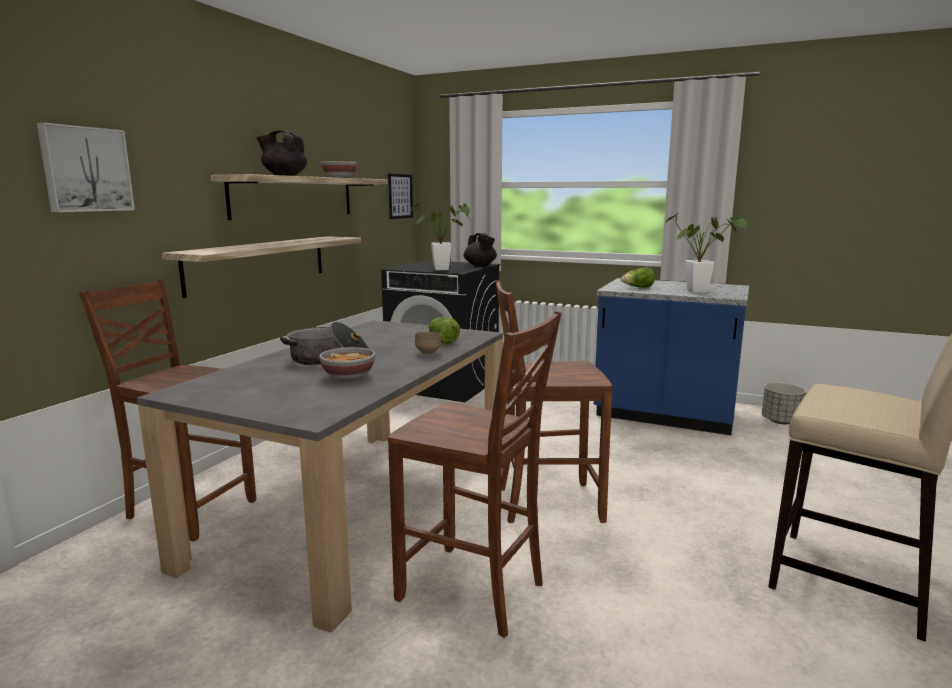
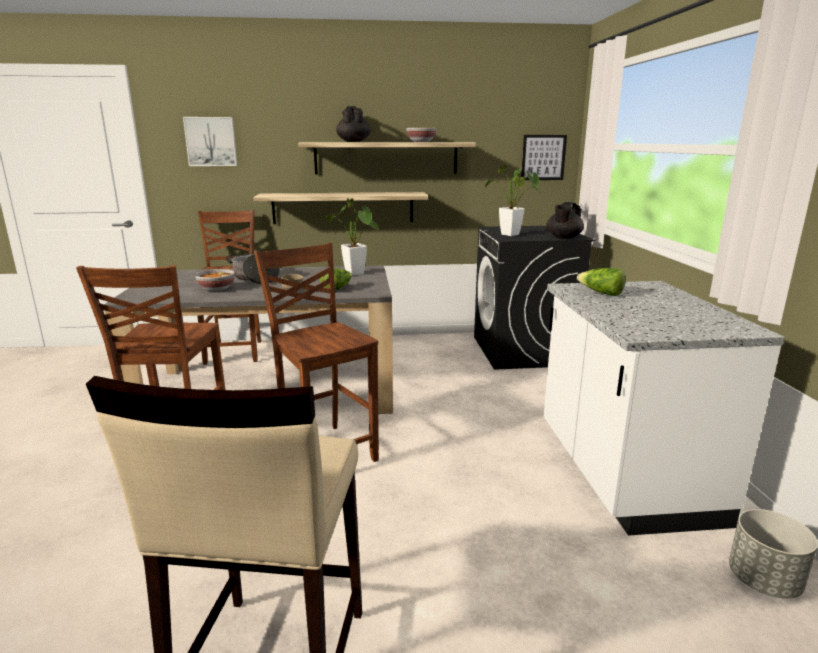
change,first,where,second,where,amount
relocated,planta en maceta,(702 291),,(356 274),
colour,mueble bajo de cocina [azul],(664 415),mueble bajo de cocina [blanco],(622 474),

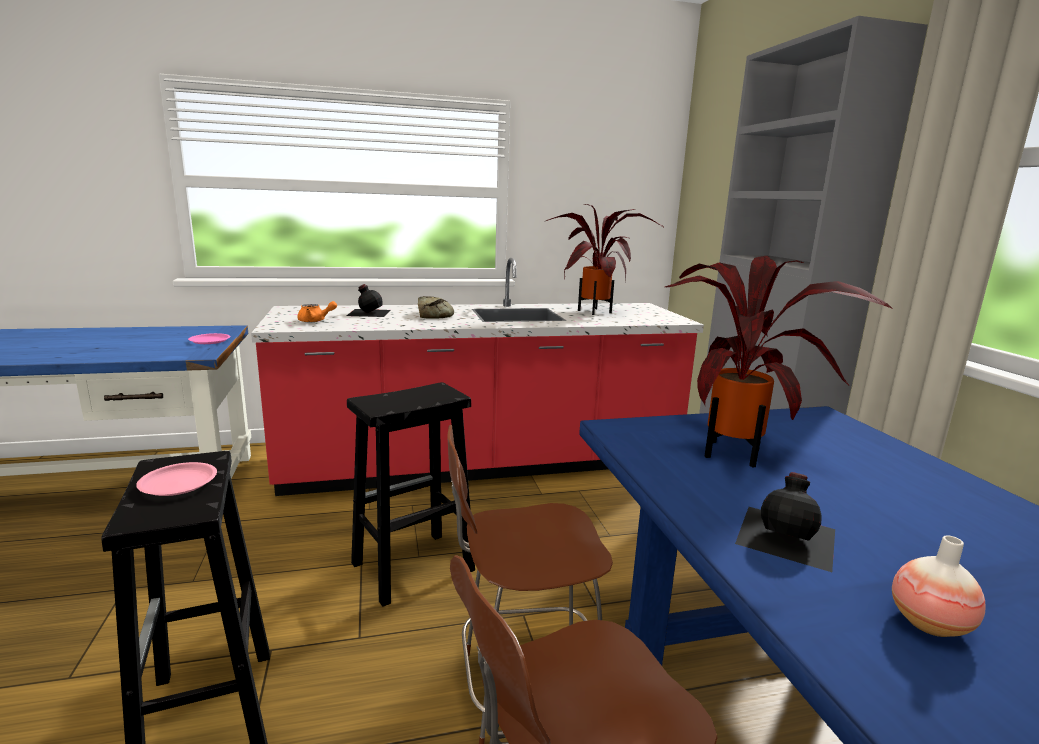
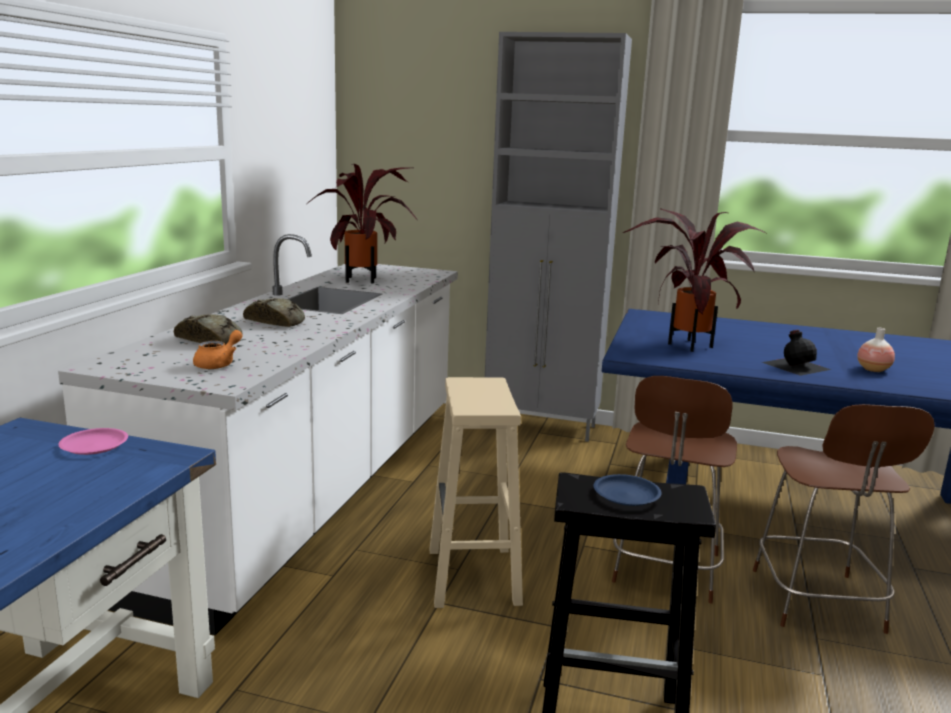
change,first,where,second,where,amount
exchanged,botella [negro],(368 312),pan,(210 339),
colour,plato [rosa],(178 483),plato [azul],(626 494),
colour,mueble bajo de cocina [rojo],(483 463),mueble bajo de cocina [blanco],(315 489),
colour,taburete [negro],(411 568),taburete [beis],(474 577),

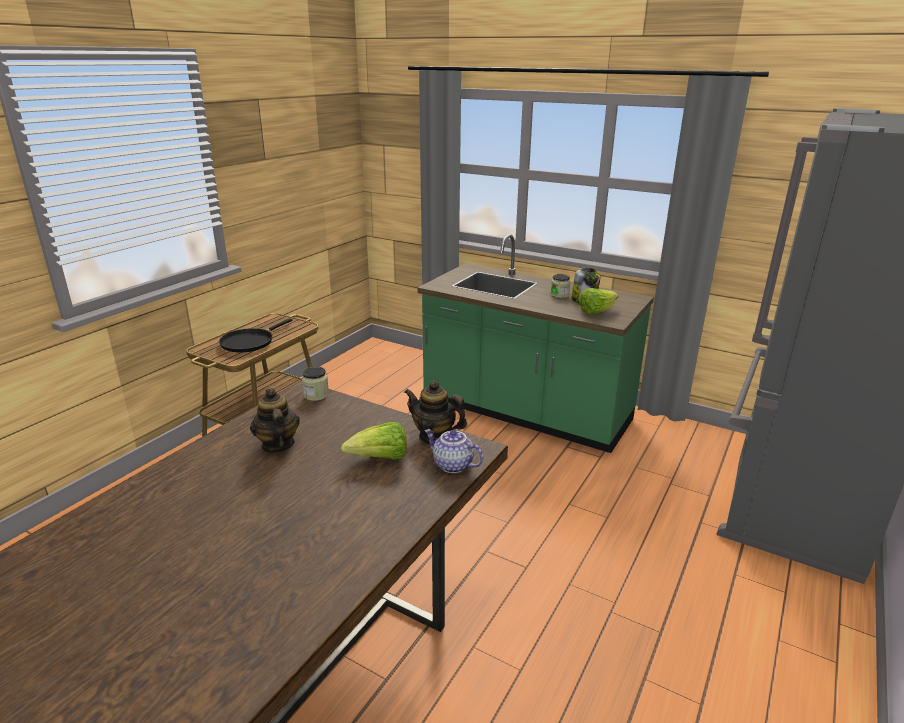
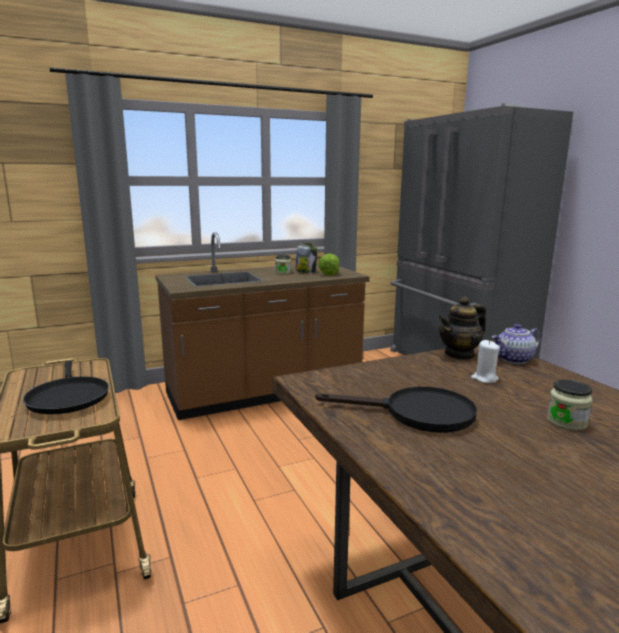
change,first,where,second,where,amount
relocated,tarro,(316 395),,(566 422),
exchanged,tetera,(277 445),sartén [negro],(416 413),
exchanged,lechuga,(380 459),vela [blanco],(484 378),
colour,mueble bajo de cocina [verde],(525 412),mueble bajo de cocina [marrón],(264 392),

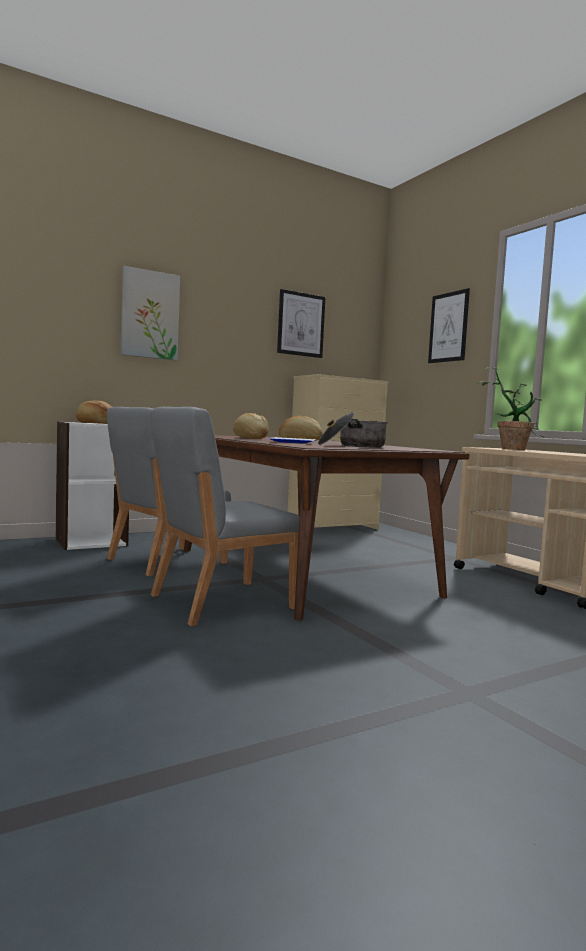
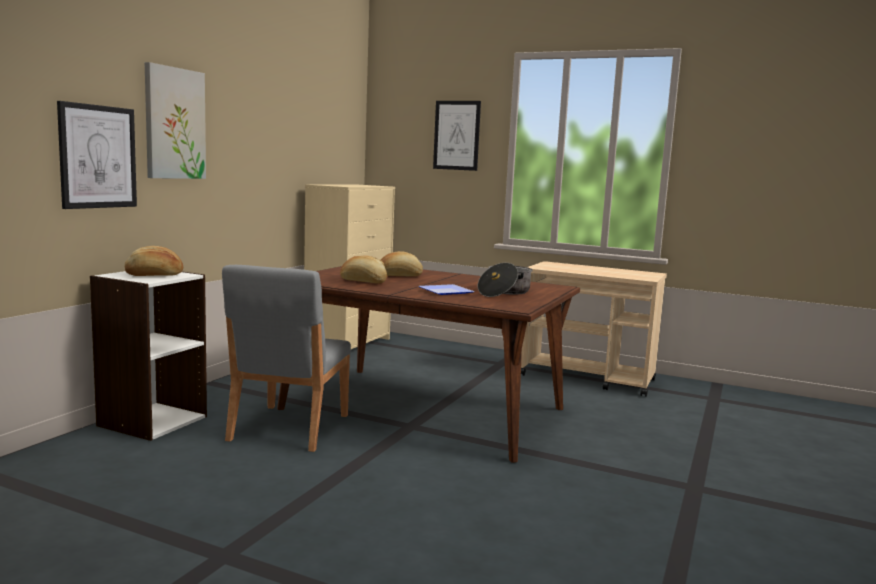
change,first,where,second,where,amount
missing,silla [gris],(220 602),,,
missing,planta en maceta,(511 449),,,
relocated,cuadro,(301 324),,(98 157),

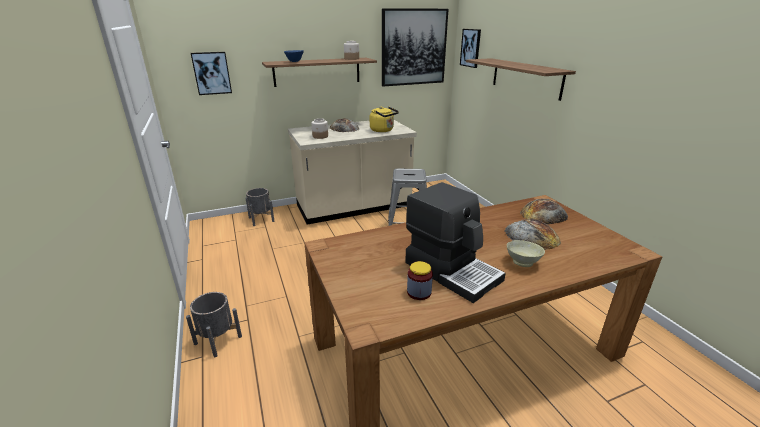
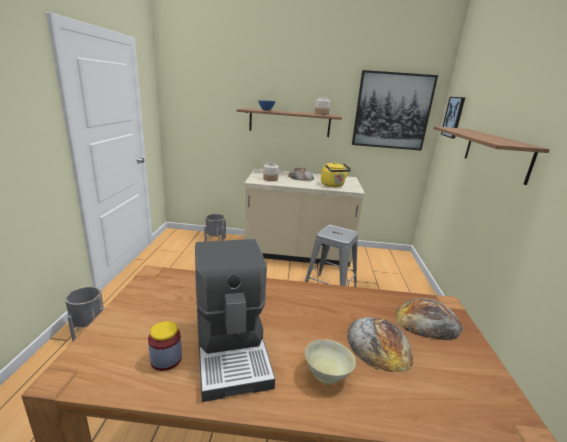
change,first,where,second,where,amount
missing,cuadro,(211 73),,,

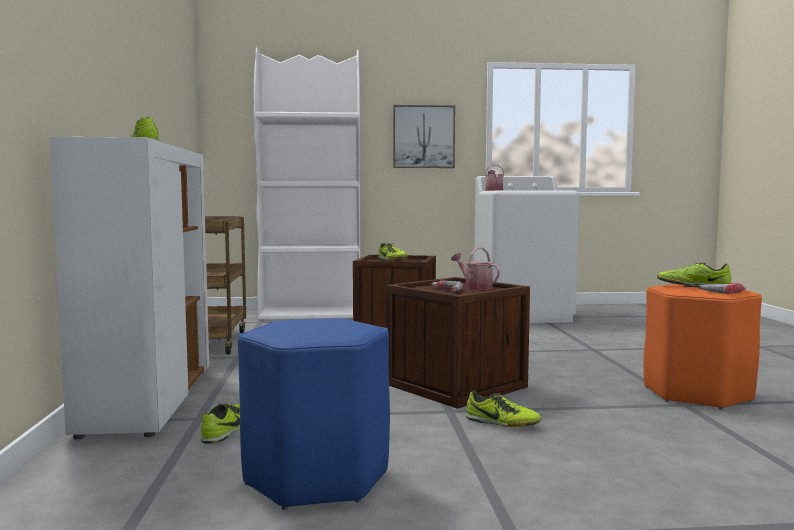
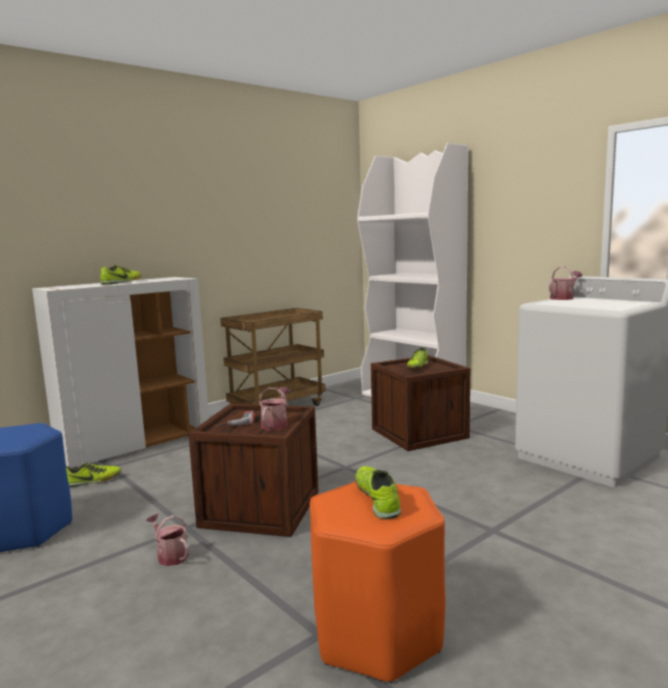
change,first,where,second,where,amount
missing,cuadro,(423 137),,,
missing,taladro,(715 291),,,
exchanged,zapato,(502 423),regadera,(170 555),

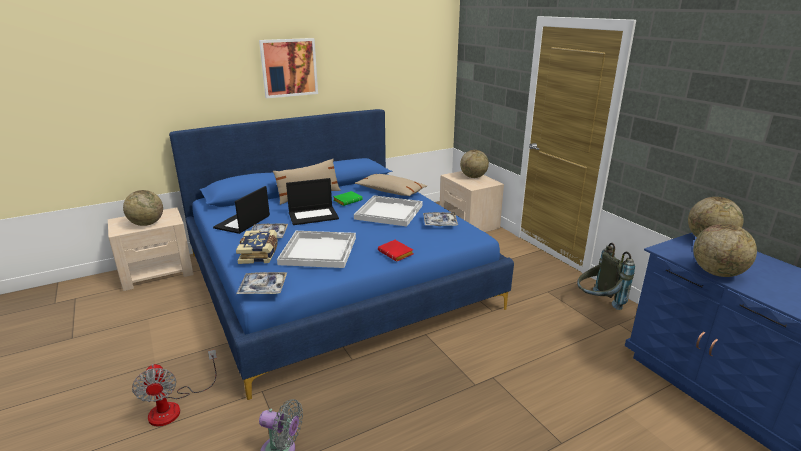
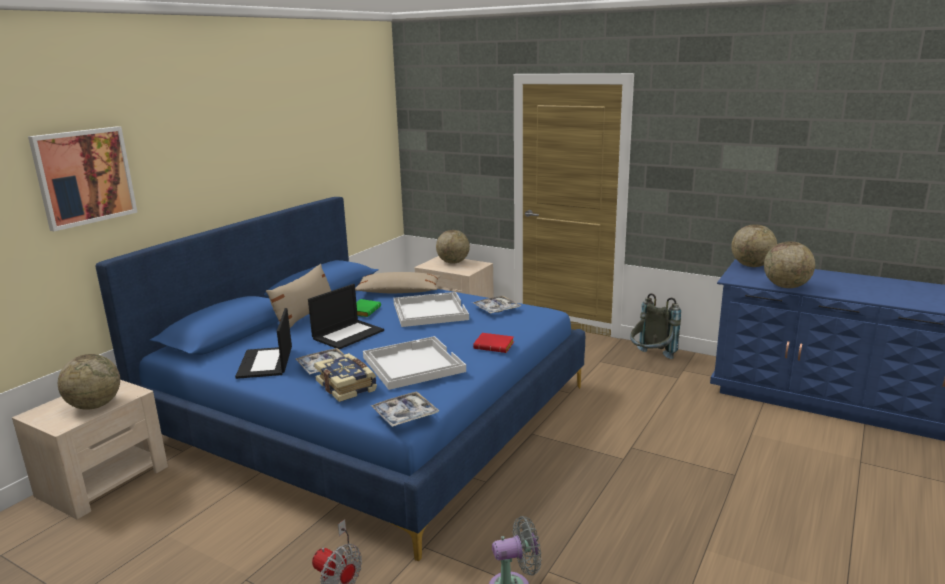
change,first,where,second,where,amount
relocated,cuadro,(289 67),,(84 176),

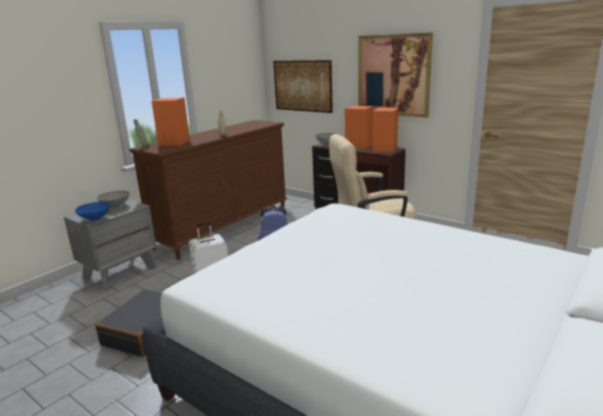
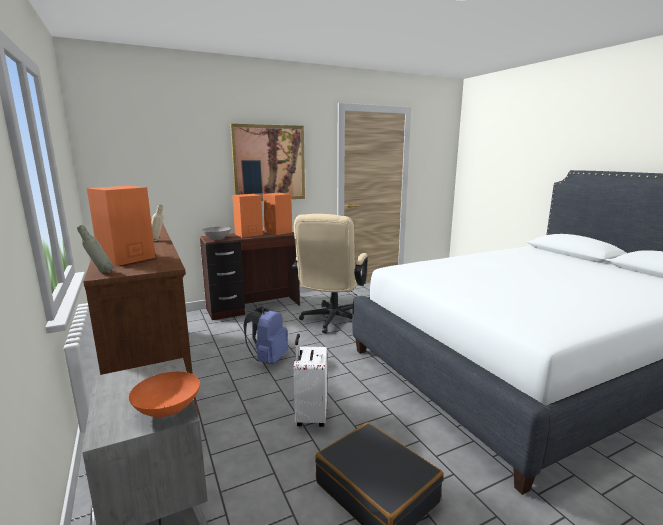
change,first,where,second,where,amount
missing,cuenco [gris],(115 206),,,
missing,cuadro,(302 86),,,
colour,cuenco [azul],(95 219),cuenco [naranja],(168 410),

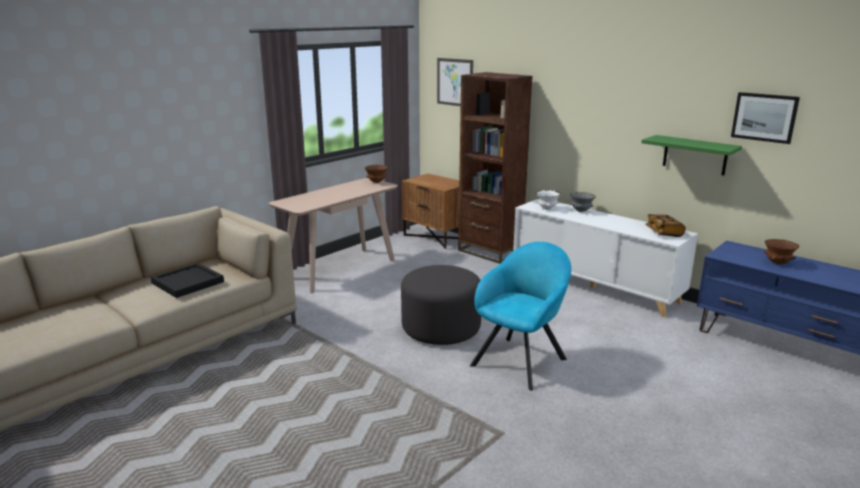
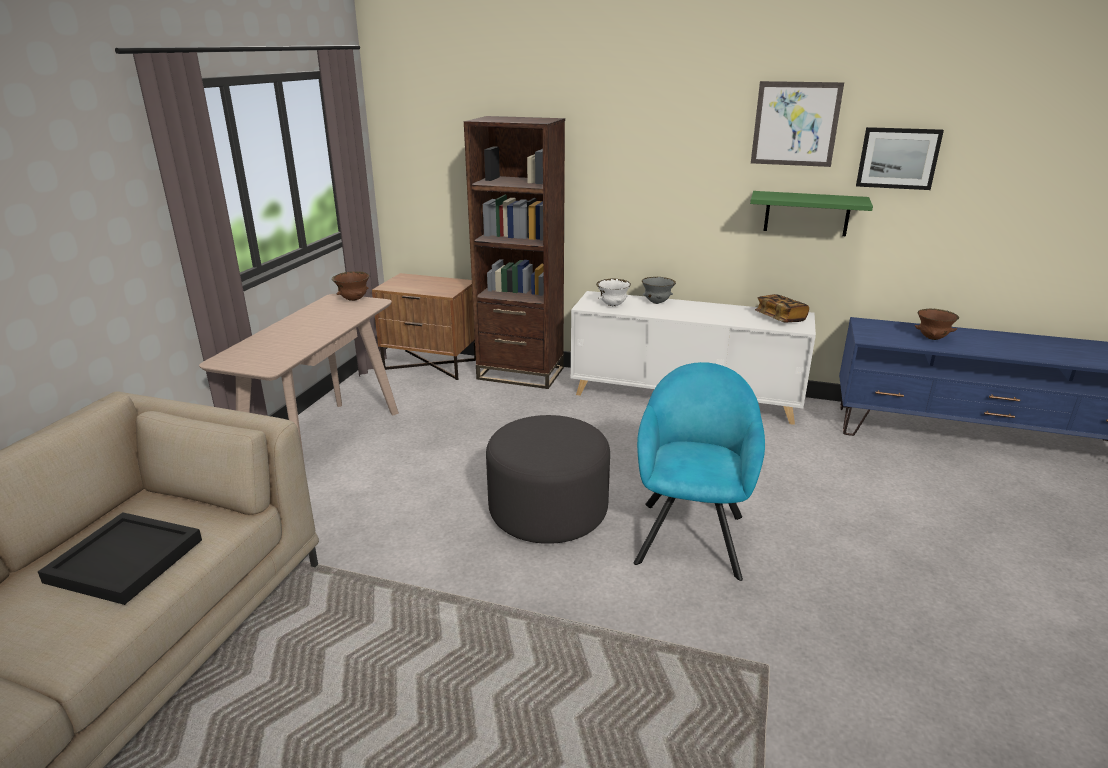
change,first,where,second,where,amount
relocated,cuadro,(455 82),,(795 124),

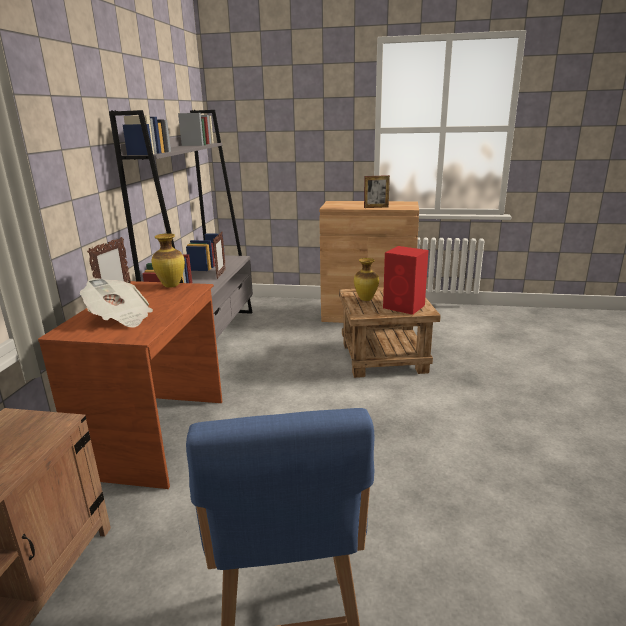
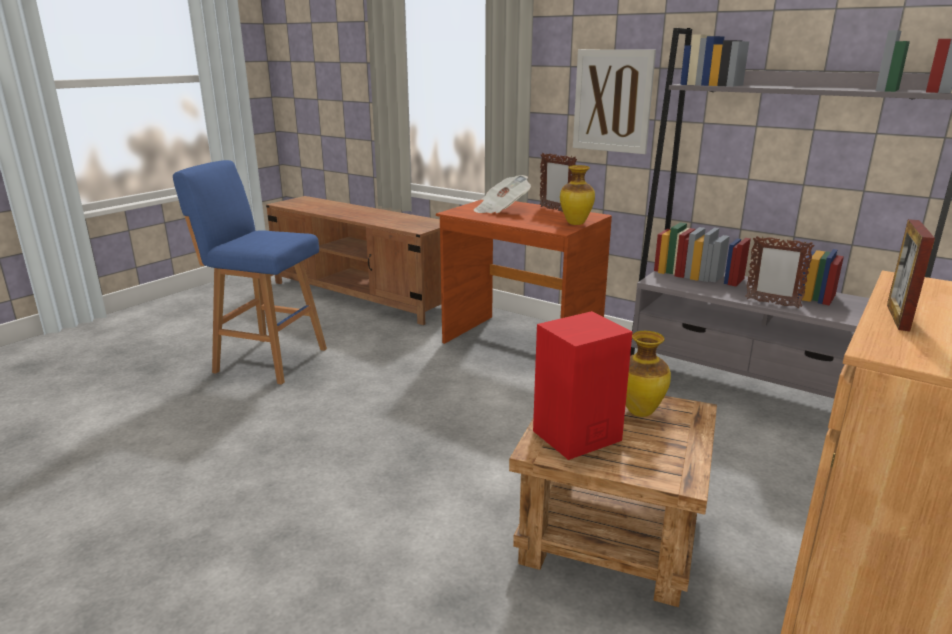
change,first,where,second,where,amount
appeared,,,cuadro,(612 101),

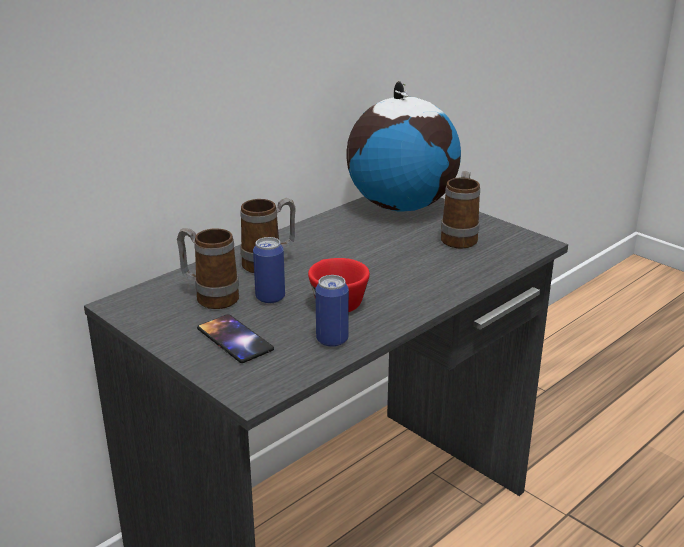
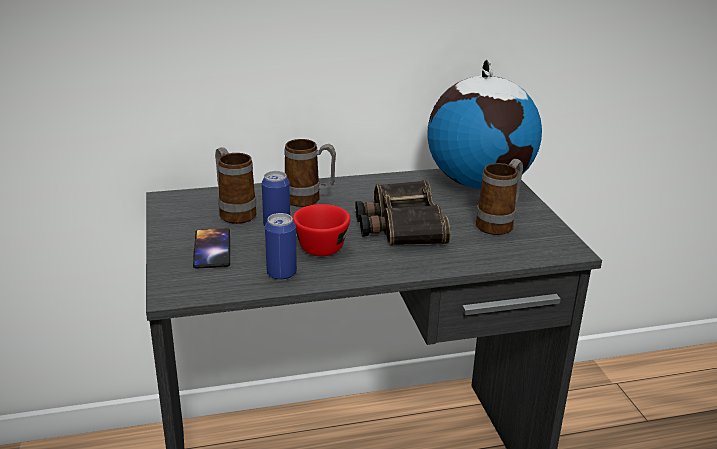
change,first,where,second,where,amount
appeared,,,prismáticos,(400 225),

